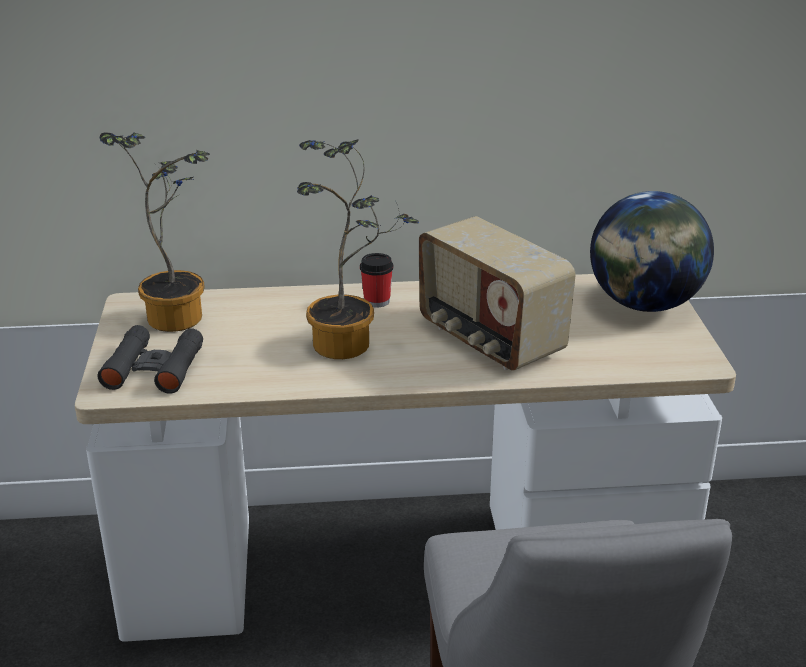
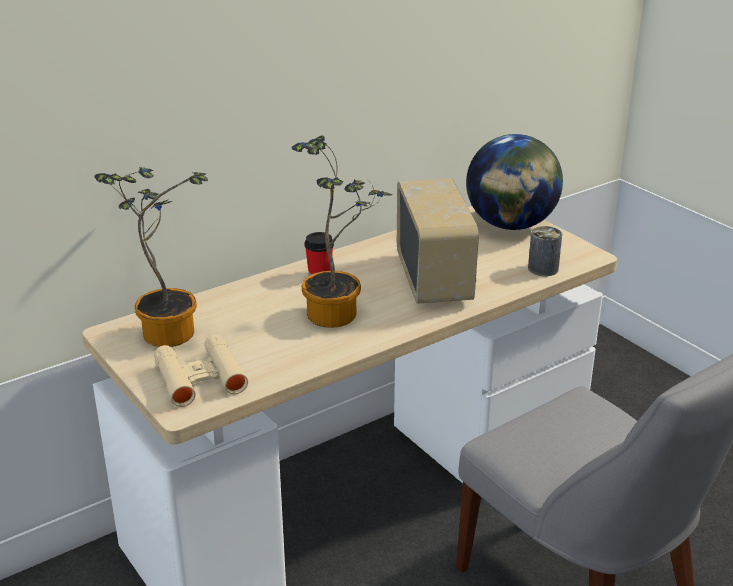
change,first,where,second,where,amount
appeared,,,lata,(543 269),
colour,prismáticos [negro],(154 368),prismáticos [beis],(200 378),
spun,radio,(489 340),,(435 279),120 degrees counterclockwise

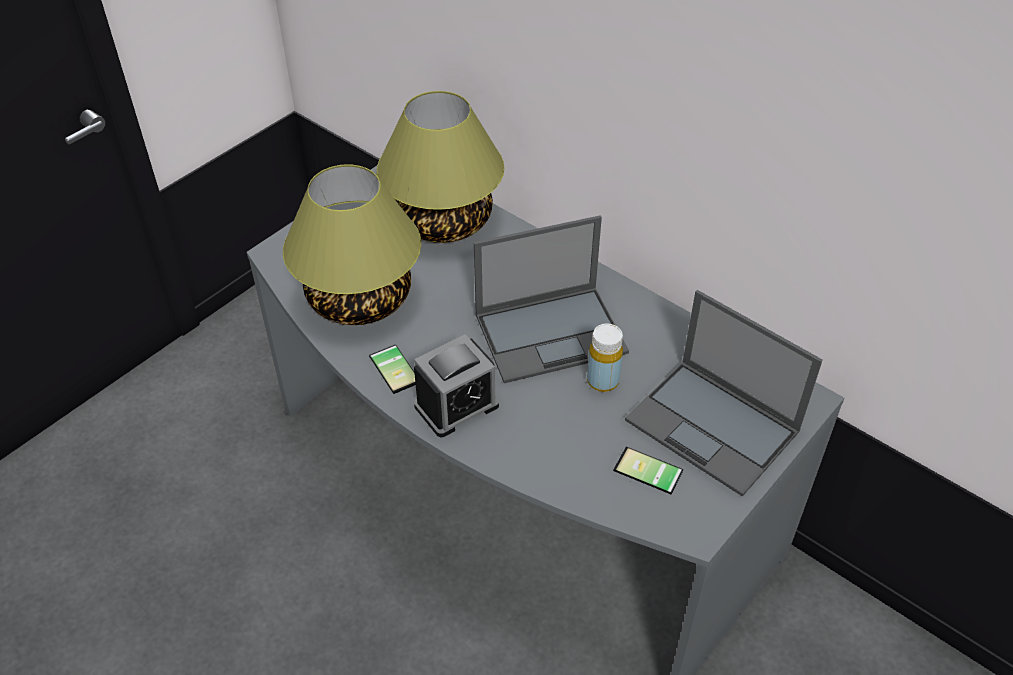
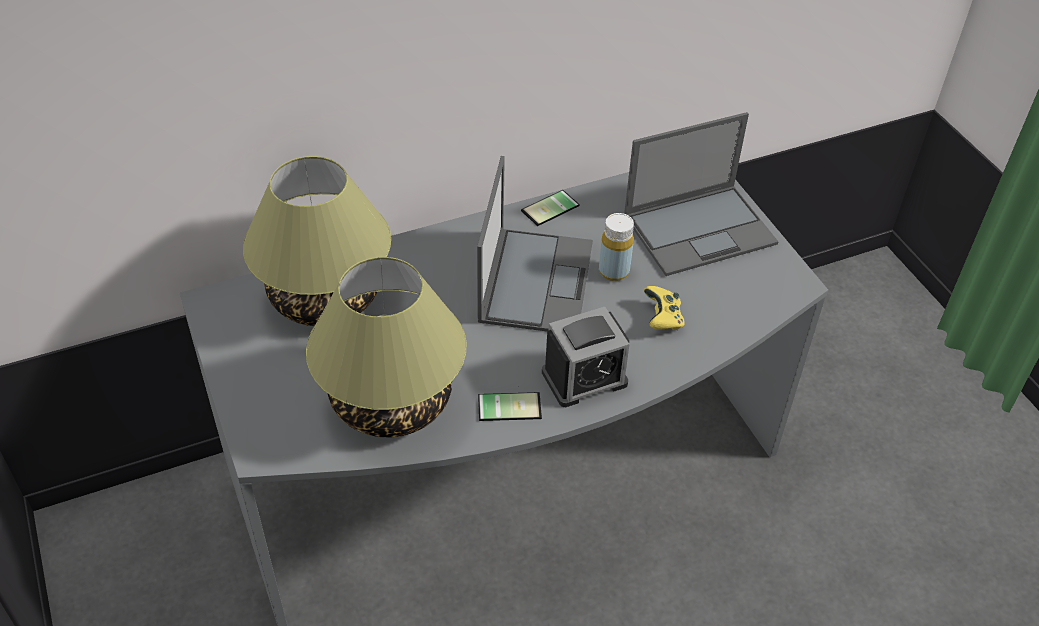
change,first,where,second,where,amount
appeared,,,mando de consola [amarillo],(663 319),
relocated,móvil,(646 473),,(552 210),
spun,despertador,(456 405),,(584 378),75 degrees clockwise

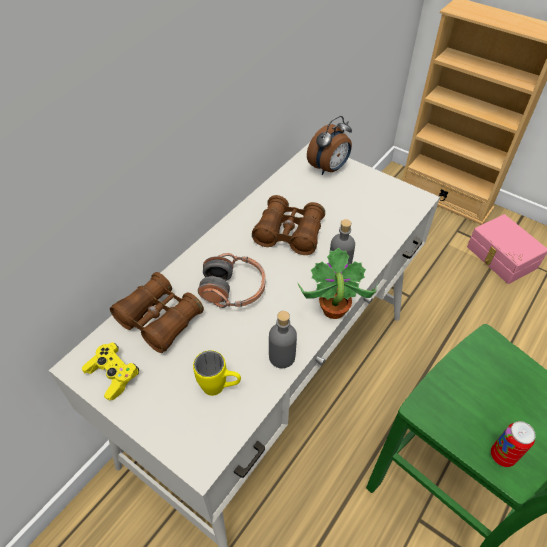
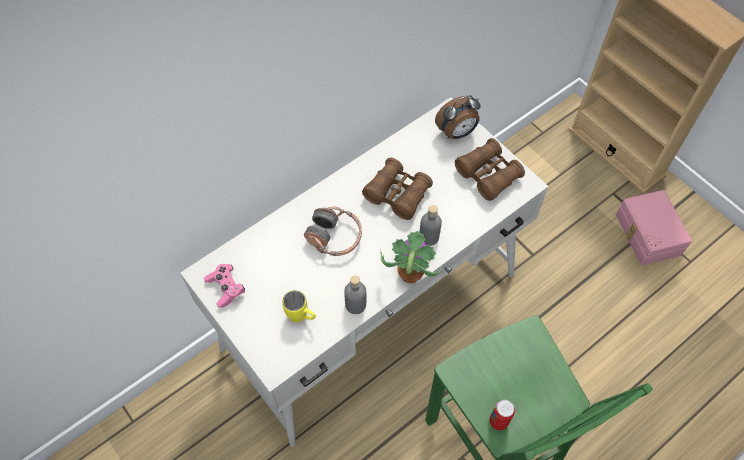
change,first,where,second,where,amount
relocated,prismáticos [marrón],(159 319),,(488 175),
colour,mando de consola [amarillo],(113 375),mando de consola [rosa],(226 288),

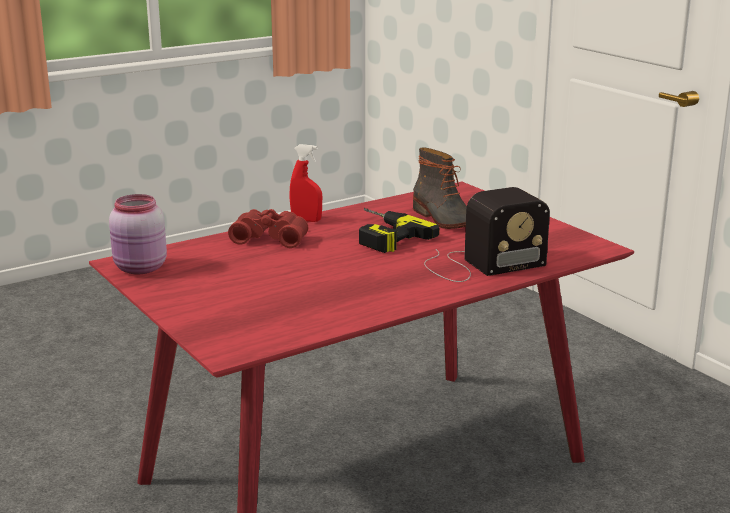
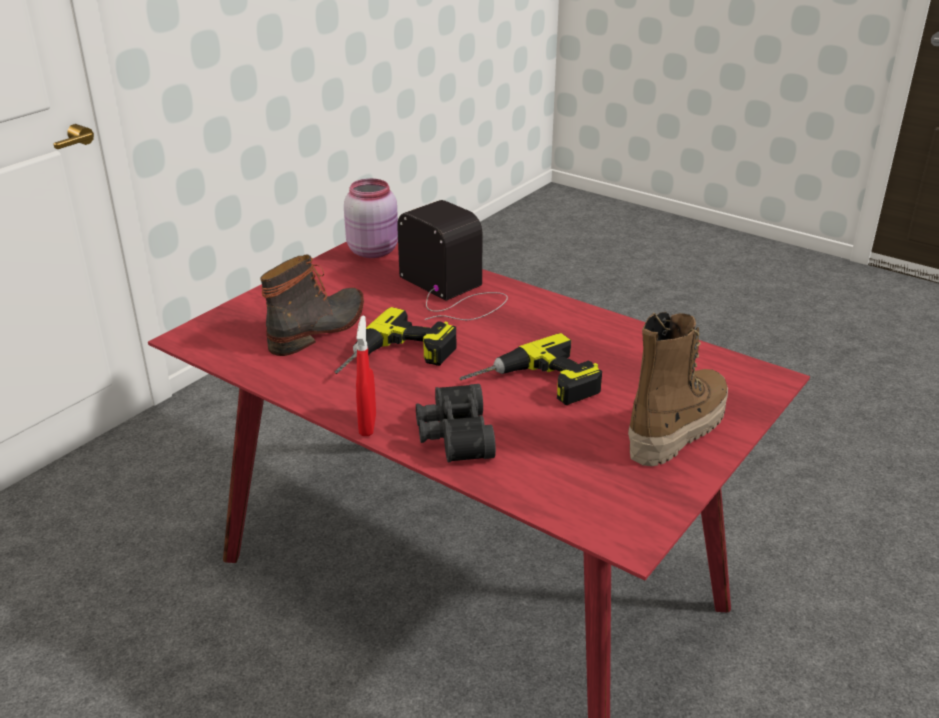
change,first,where,second,where,amount
appeared,,,taladro,(533 386),
appeared,,,bota,(675 429),
relocated,tarro [rosa],(141 268),,(374 250),
colour,prismáticos [rojo],(271 238),prismáticos [negro],(452 435),

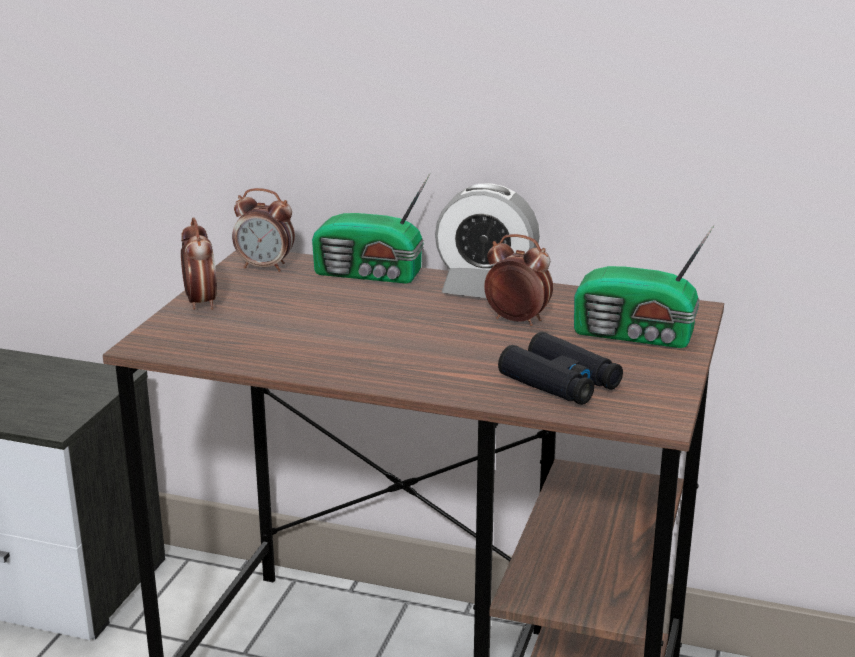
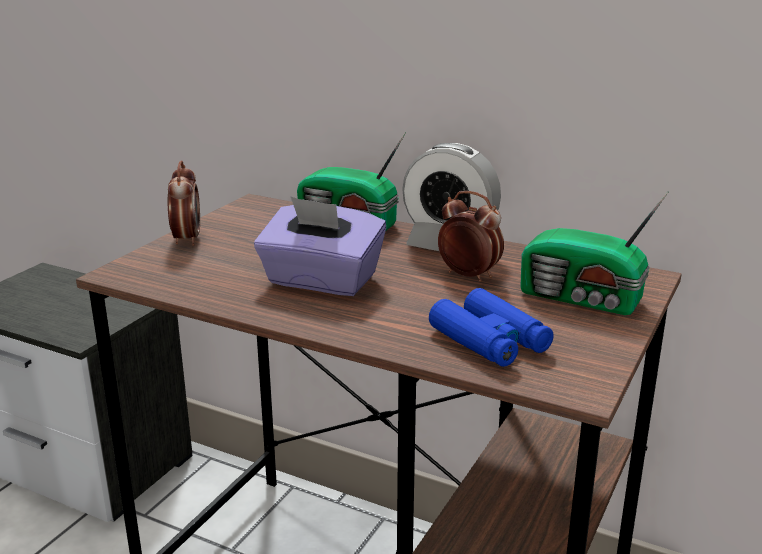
change,first,where,second,where,amount
missing,despertador,(265 267),,,
appeared,,,caja de pañuelos [morado],(321 281),
colour,prismáticos [negro],(560 382),prismáticos [azul],(490 341),

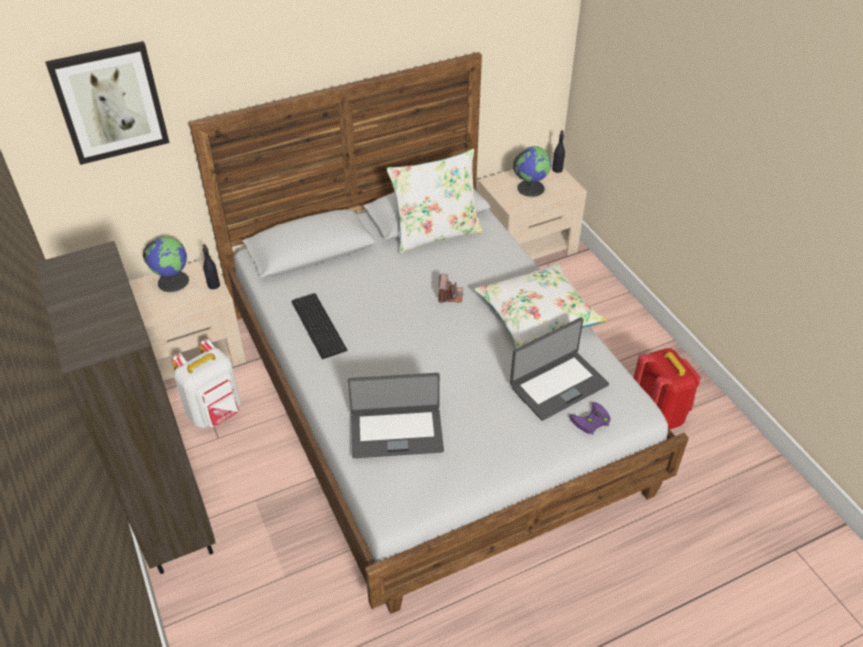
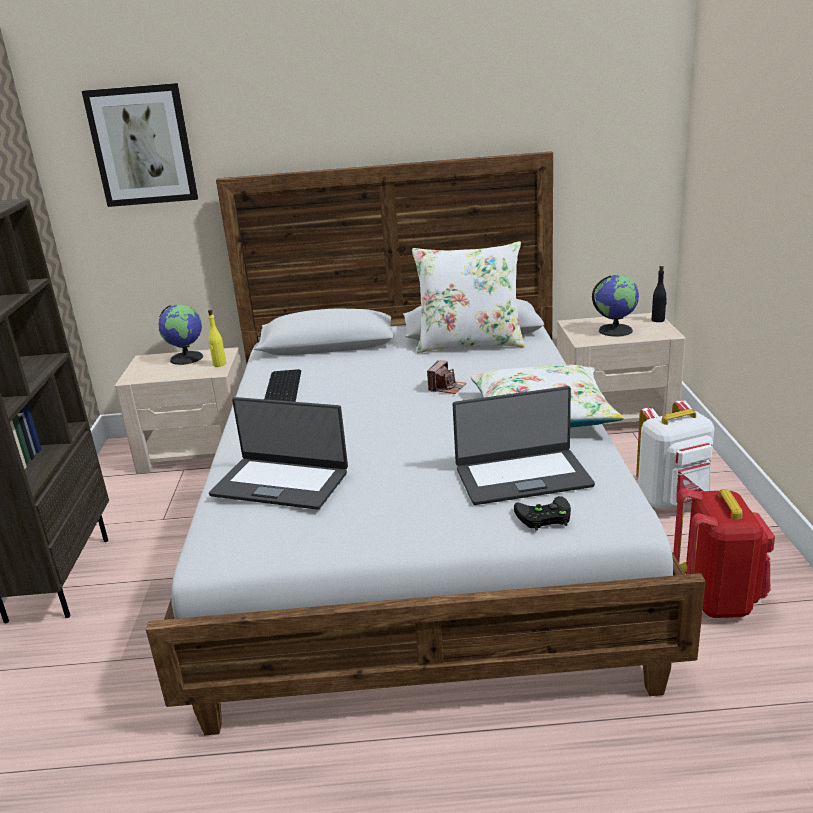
change,first,where,second,where,amount
relocated,mochila [blanco],(216 413),,(673 500),
colour,botella [negro],(213 285),botella [amarillo],(219 364),
colour,mando de consola [morado],(590 421),mando de consola [negro],(542 517),

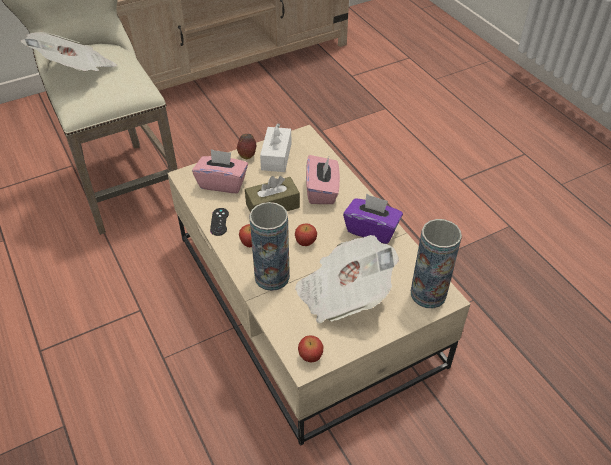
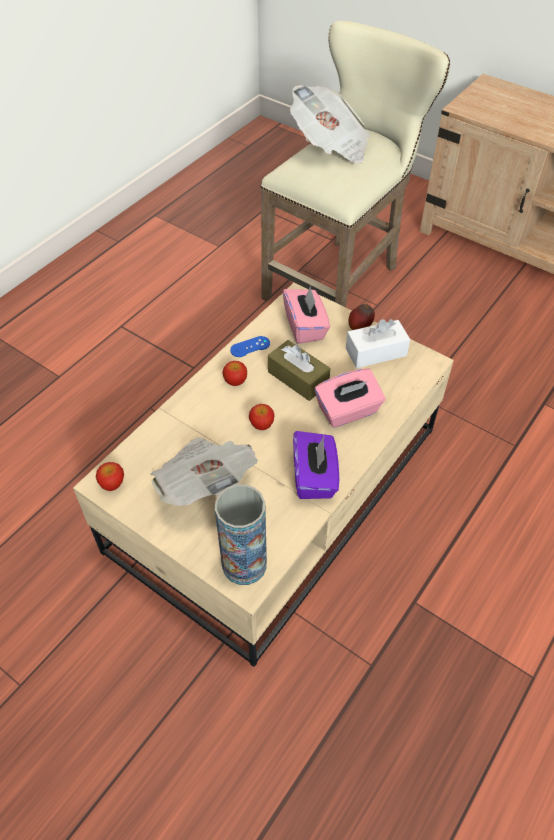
change,first,where,second,where,amount
missing,florero,(272 277),,,
colour,mando de consola [negro],(219 222),mando de consola [azul],(250 347),

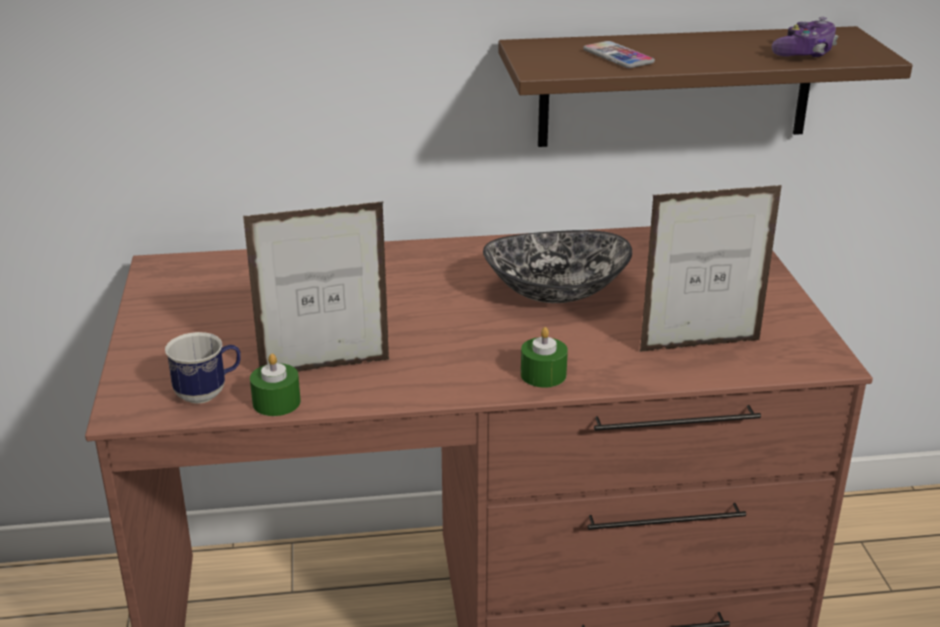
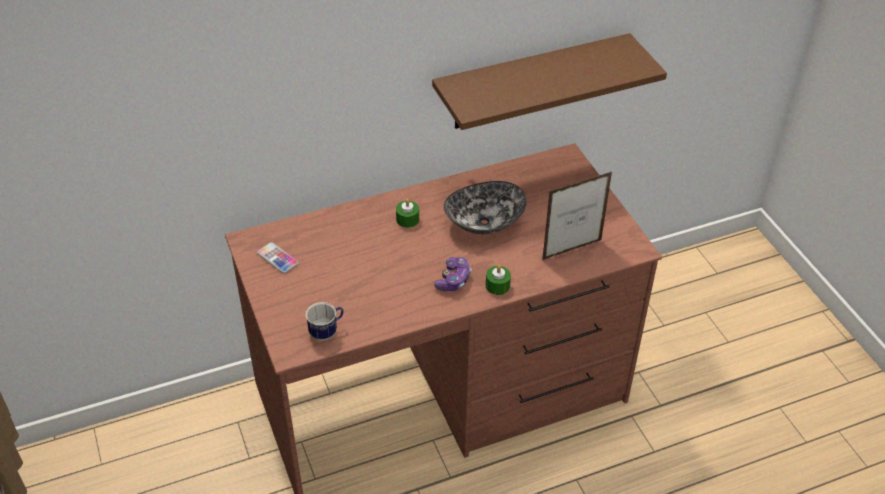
change,first,where,second,where,amount
missing,portarretratos,(325 368),,,
relocated,vela [verde],(276 402),,(407 219),
relocated,móvil,(618 56),,(277 258),
relocated,mando de consola,(805 53),,(453 280),

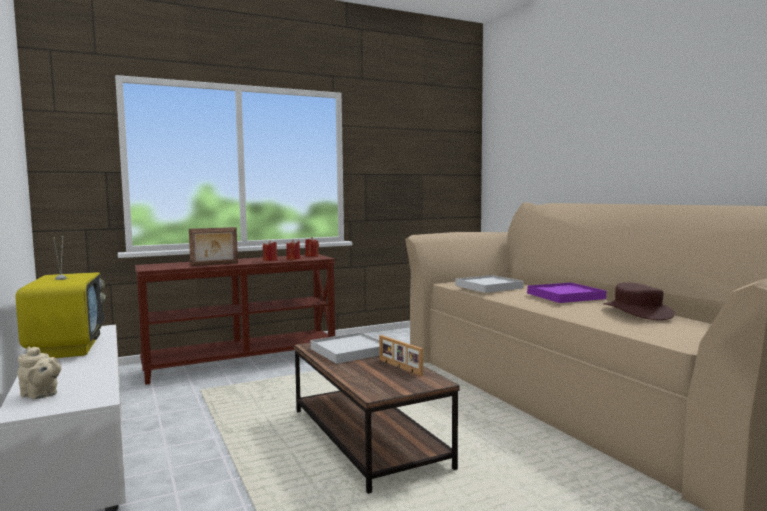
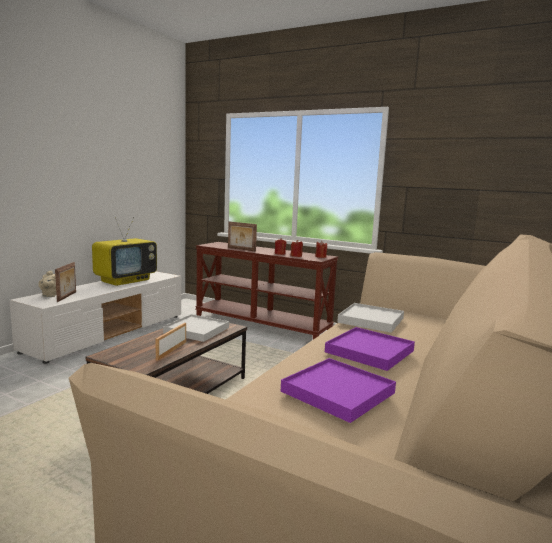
change,first,where,second,where,amount
appeared,,,portarretratos,(67 297),
exchanged,sombrero [marrón],(637 312),bandeja [morado],(338 392),

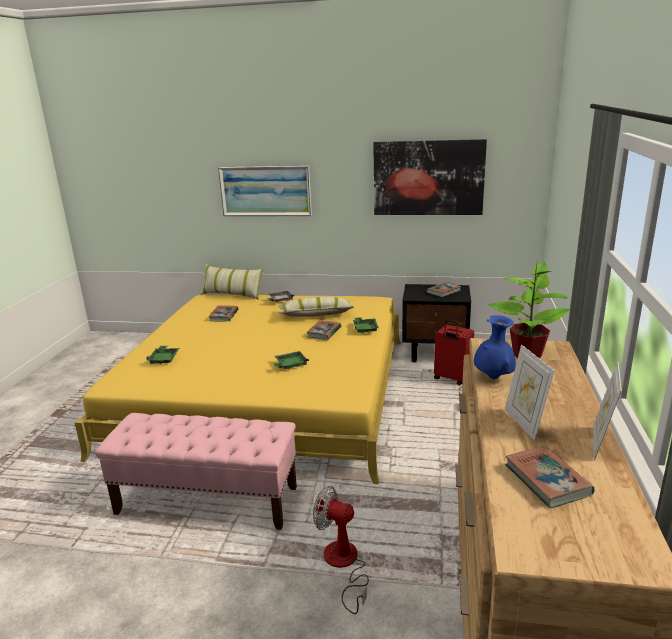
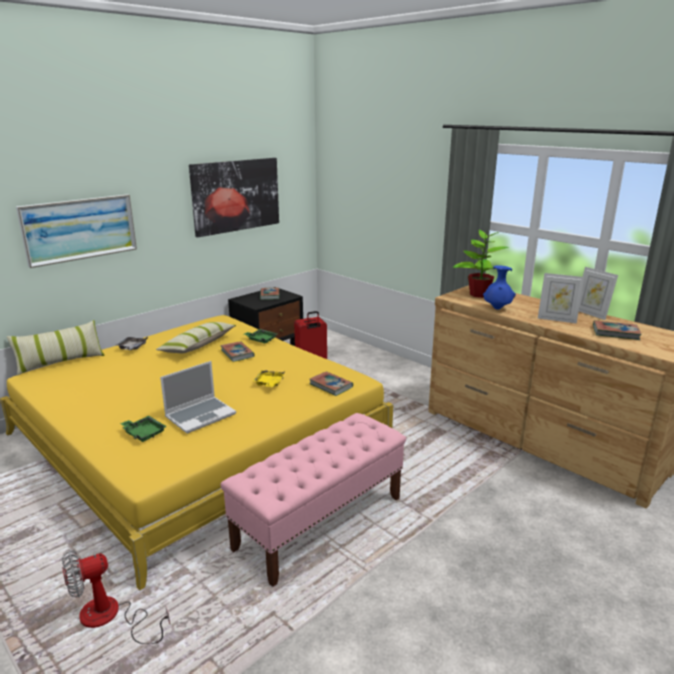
change,first,where,second,where,amount
appeared,,,portátil,(201 415),
relocated,libro,(224 315),,(331 386),
relocated,ventilador,(343 565),,(110 618),
colour,bandeja [verde],(290 365),bandeja [amarillo],(269 383),

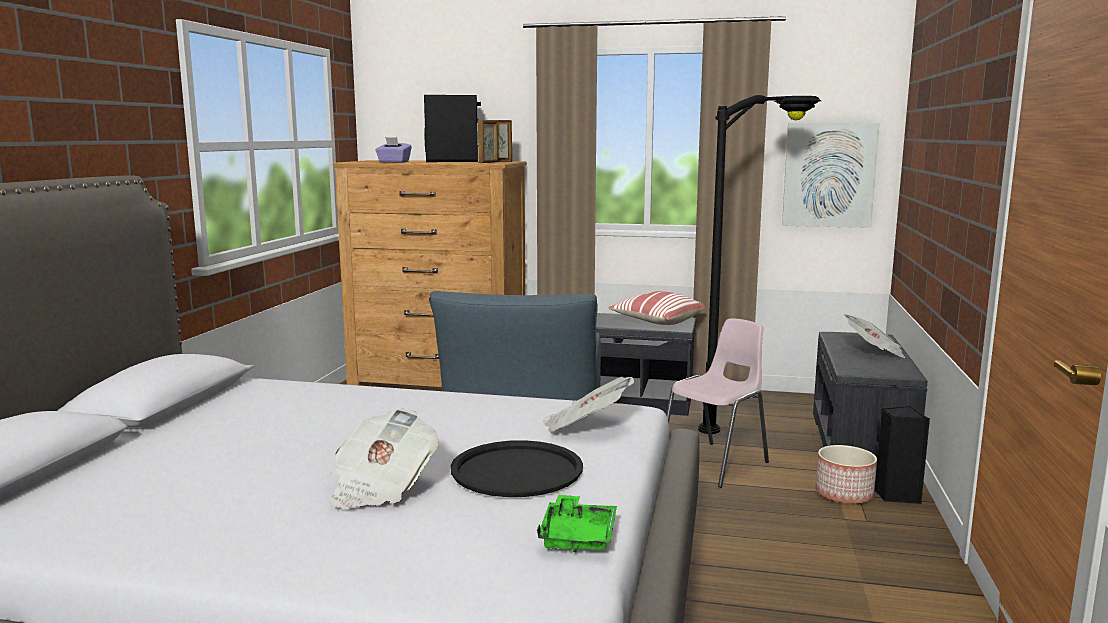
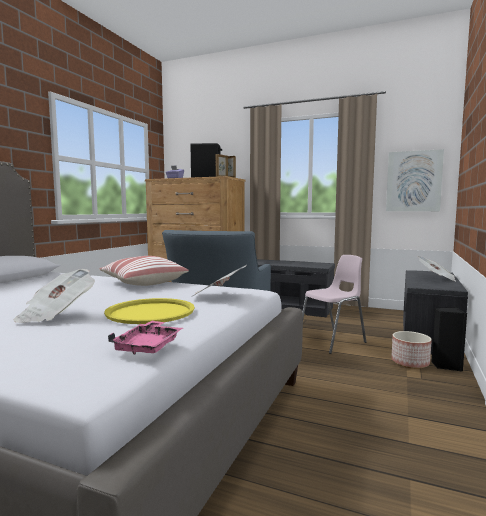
change,first,where,second,where,amount
missing,lámpara de pie [negro],(759 419),,,
relocated,cojín,(656 321),,(143 283),
colour,bandeja [negro],(516 470),bandeja [amarillo],(150 312),
colour,bandeja [verde],(577 536),bandeja [rosa],(149 346),

